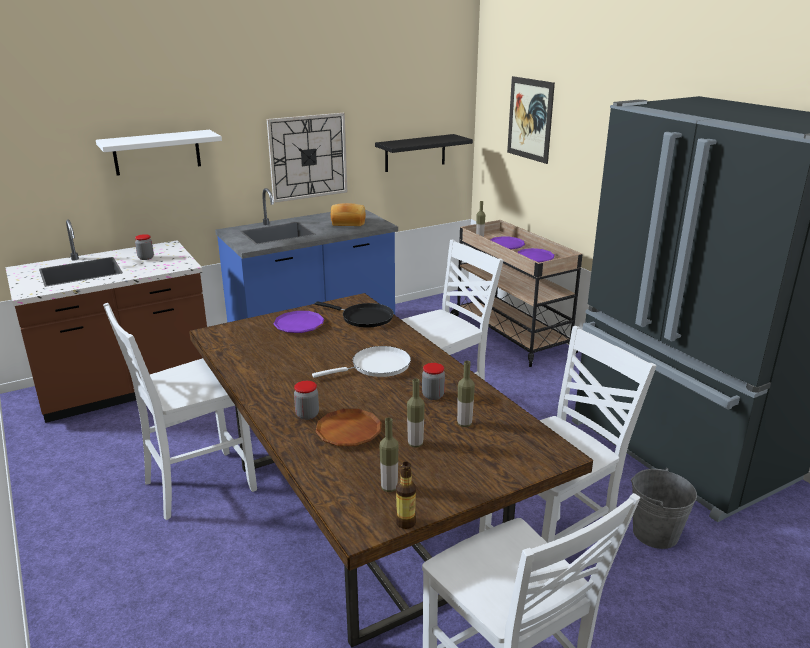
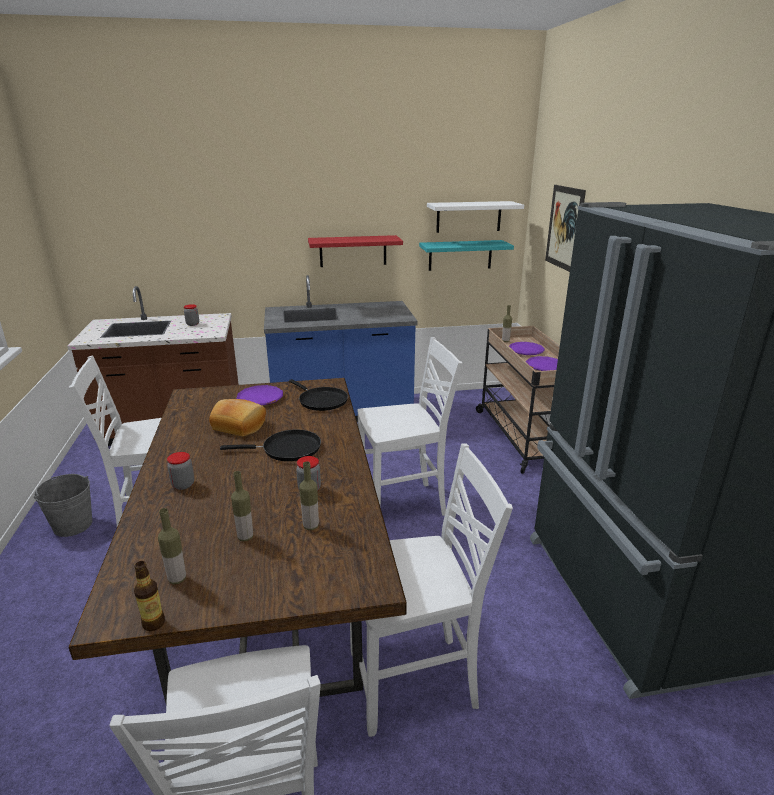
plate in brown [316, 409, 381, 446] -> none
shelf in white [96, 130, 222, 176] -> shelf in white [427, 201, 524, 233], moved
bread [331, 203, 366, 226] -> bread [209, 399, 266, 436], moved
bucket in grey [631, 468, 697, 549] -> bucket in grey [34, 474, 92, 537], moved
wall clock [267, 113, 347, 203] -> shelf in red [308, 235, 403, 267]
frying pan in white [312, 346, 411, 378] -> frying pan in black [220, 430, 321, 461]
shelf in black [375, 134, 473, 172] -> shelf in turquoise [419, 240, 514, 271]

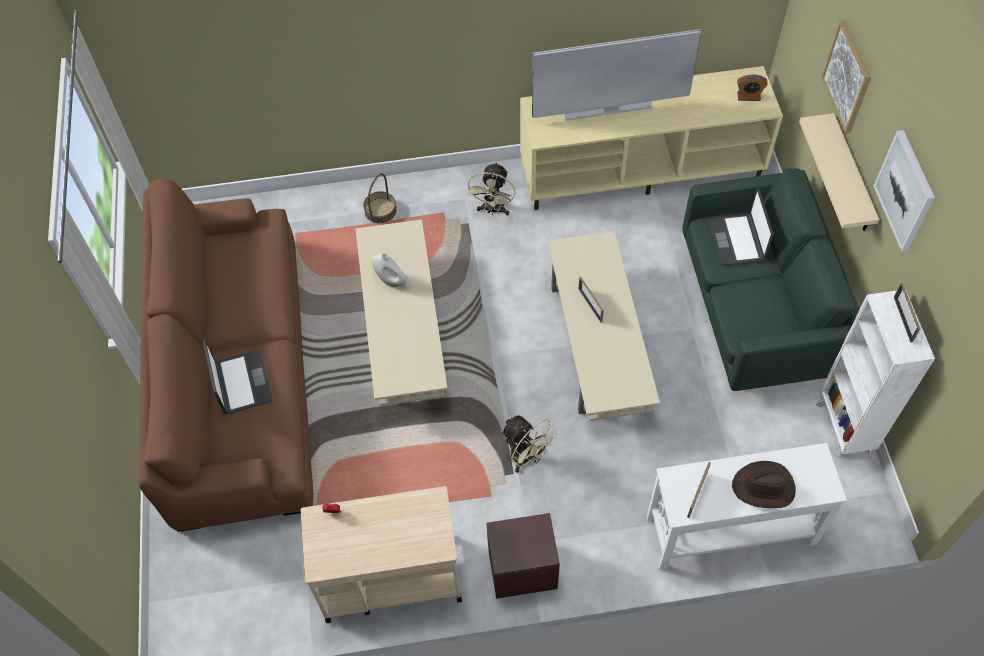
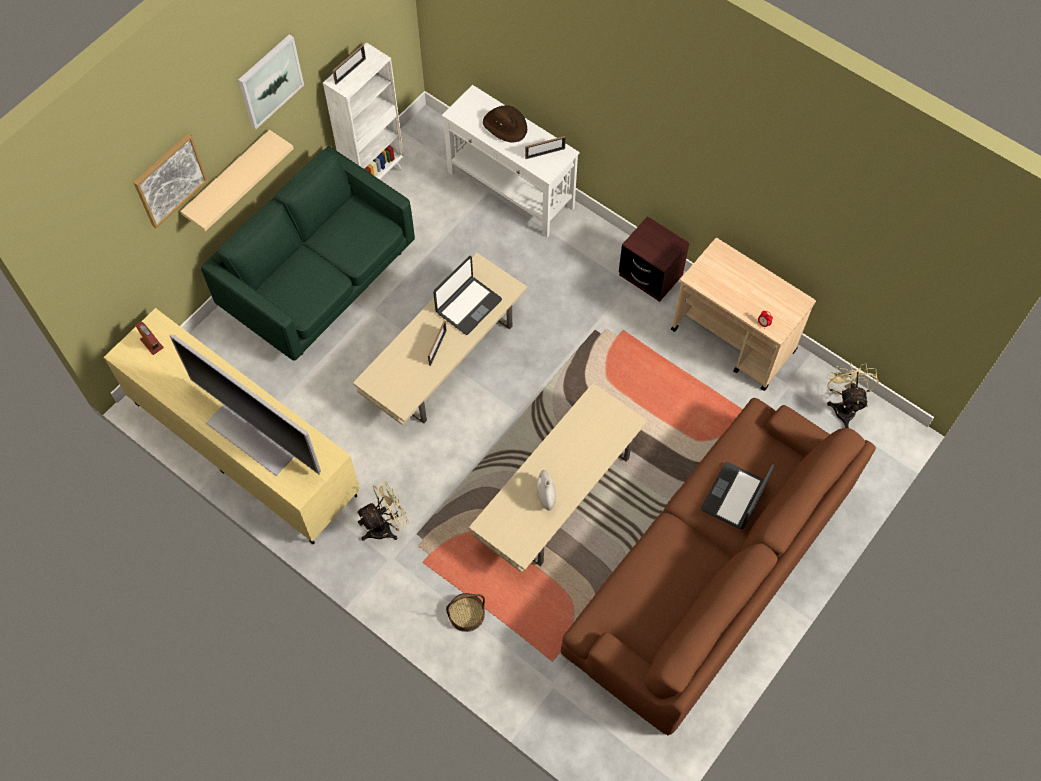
fan in beige [501, 415, 559, 473] -> fan in beige [827, 363, 879, 428], moved
laptop [709, 188, 774, 265] -> laptop [433, 256, 502, 335], moved

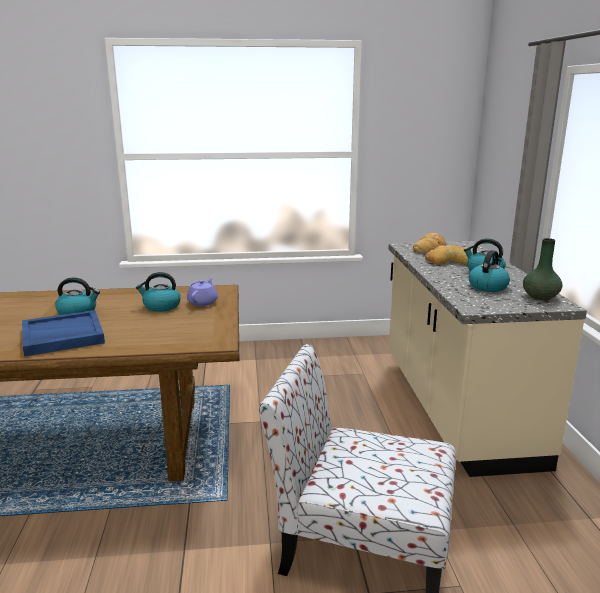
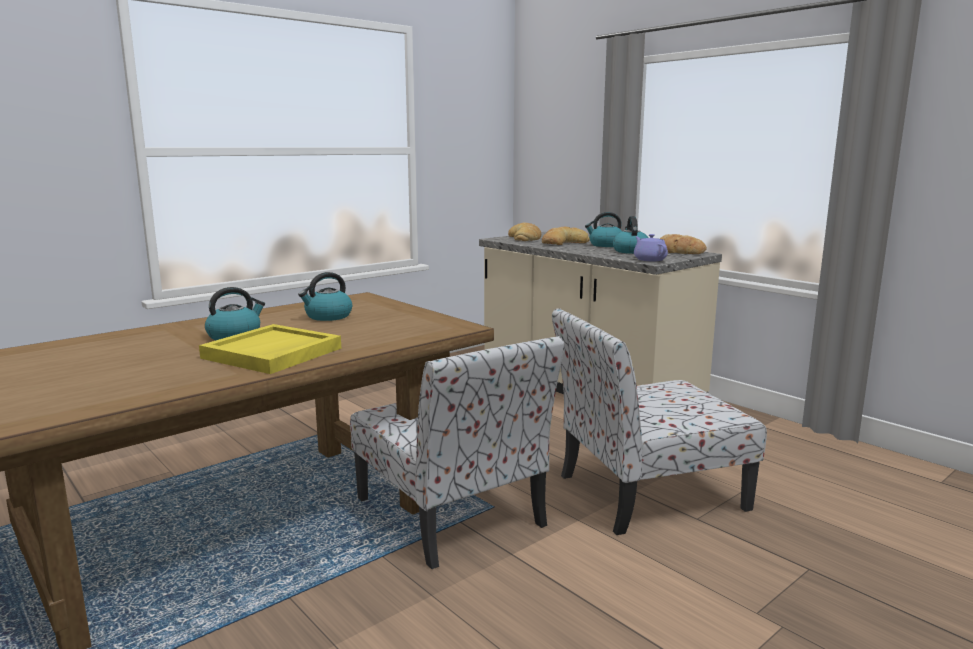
none -> chair [350, 336, 564, 569]
teapot in purple [187, 277, 218, 306] -> teapot in purple [634, 234, 668, 261], moved
vase in green [523, 238, 562, 300] -> bread [660, 234, 707, 254]
tray in blue [22, 310, 105, 357] -> tray in yellow [199, 324, 341, 374]

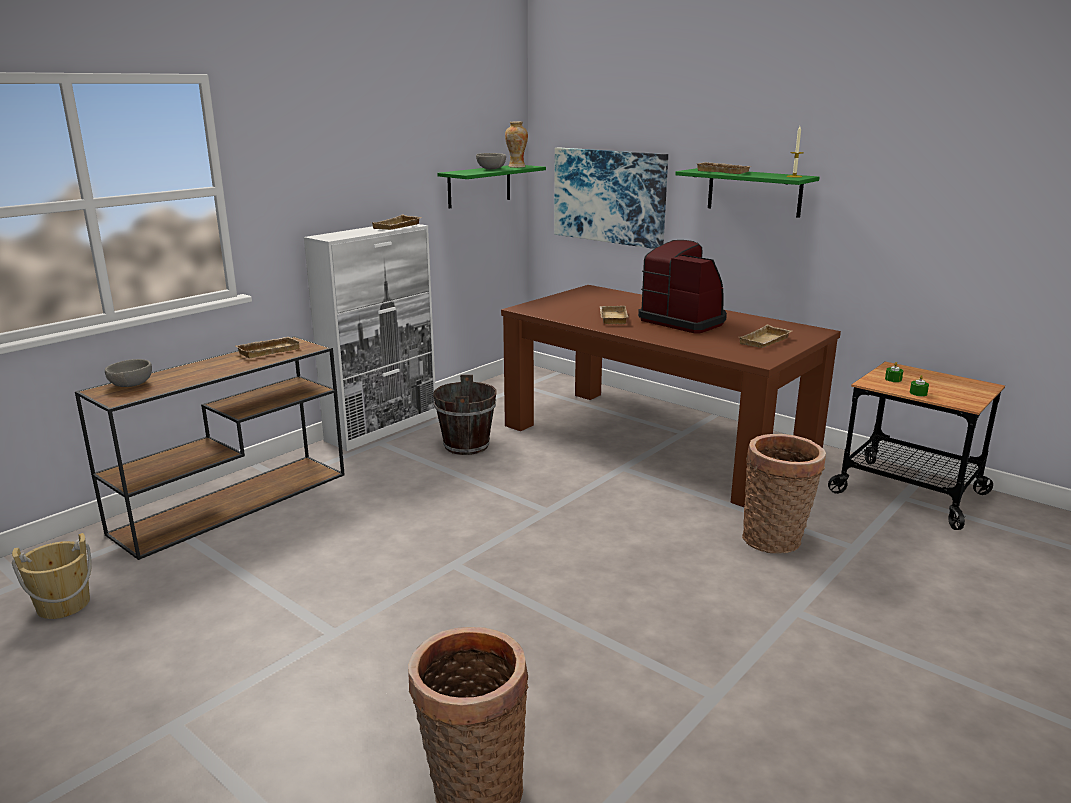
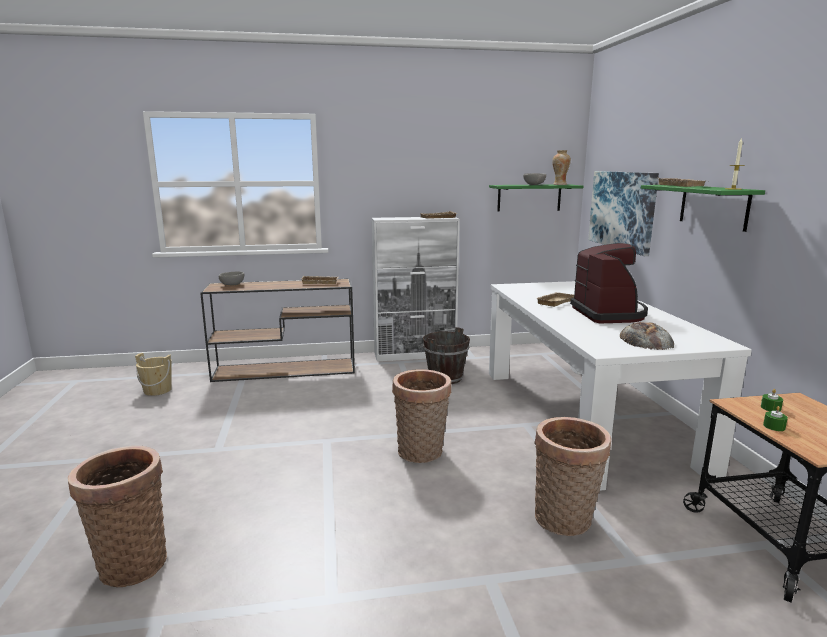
none -> basket [392, 369, 451, 463]
tray in beige [740, 325, 792, 348] -> bread [620, 322, 674, 350]
dining table in brown [501, 285, 841, 507] -> dining table in white [489, 281, 752, 491]

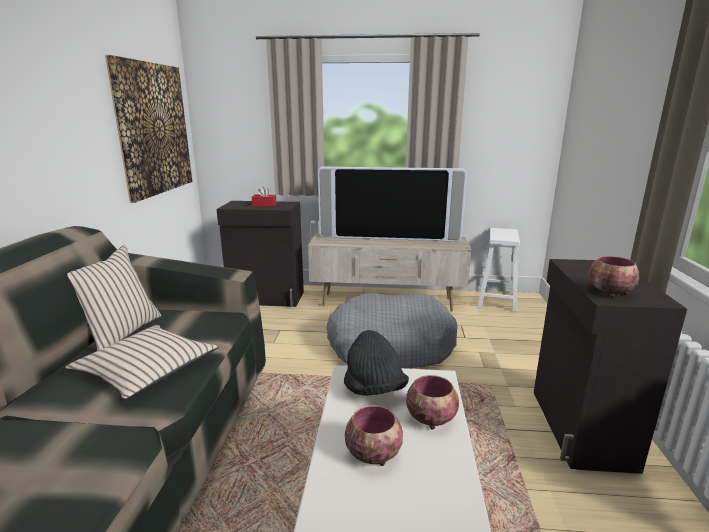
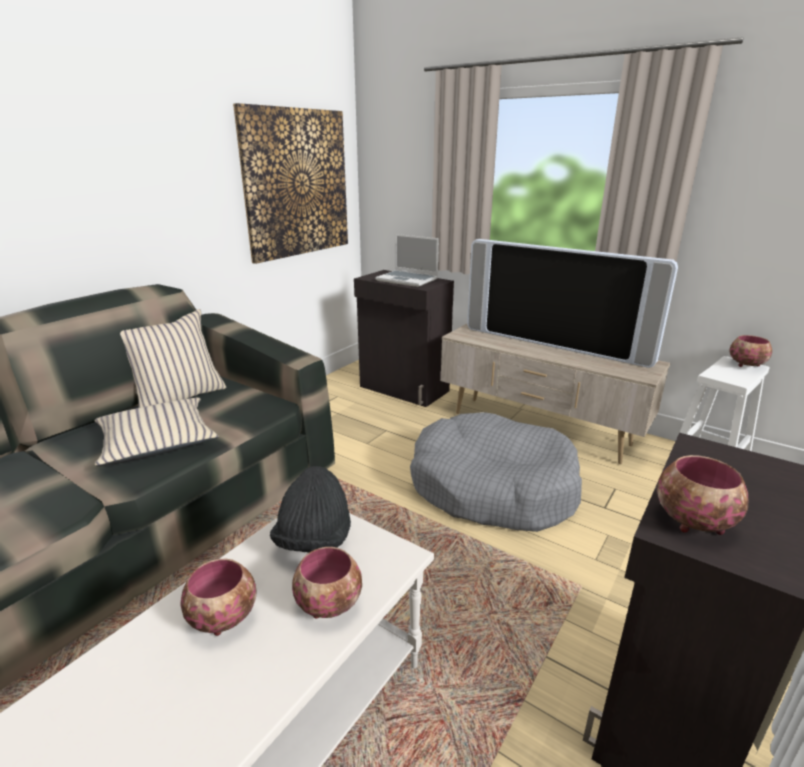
none -> bowl [729, 335, 772, 367]
tissue box in red [252, 187, 276, 206] -> laptop [375, 234, 439, 287]

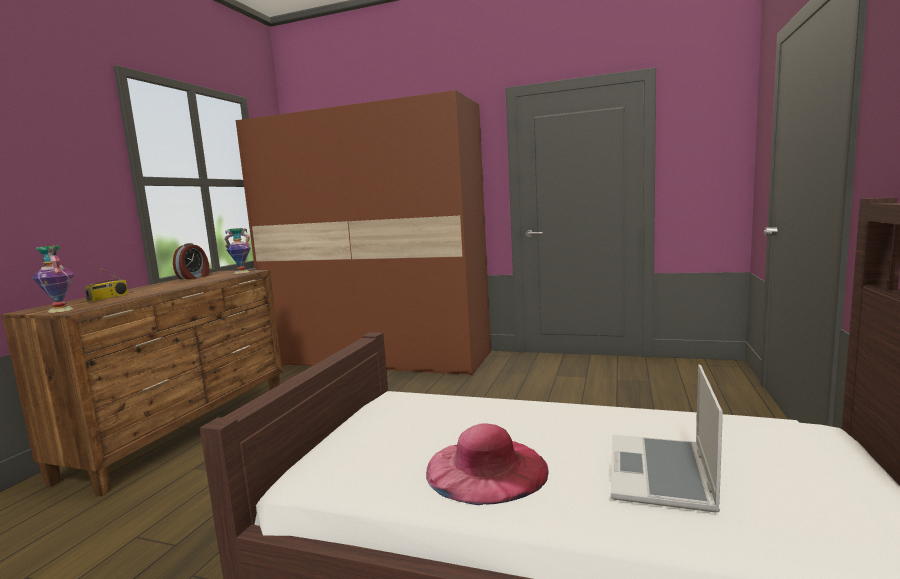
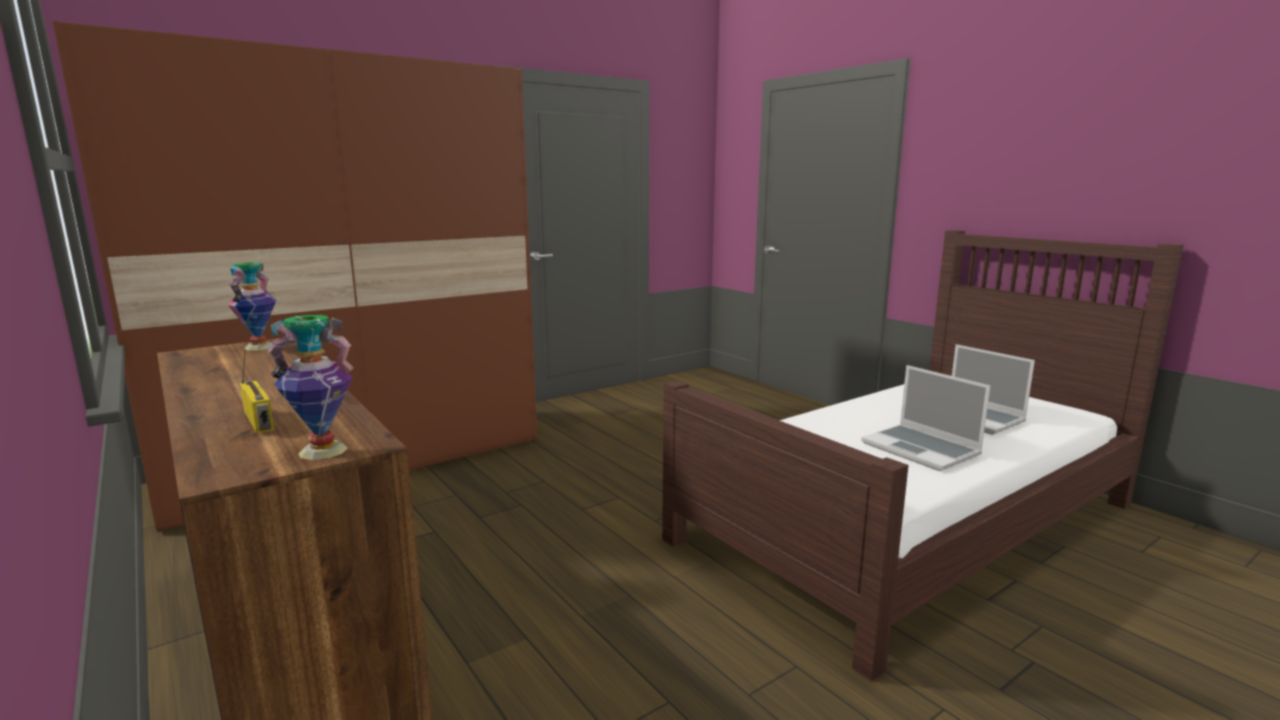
alarm clock [173, 243, 209, 279] -> none
hat in pink [426, 424, 549, 505] -> laptop [861, 365, 990, 471]

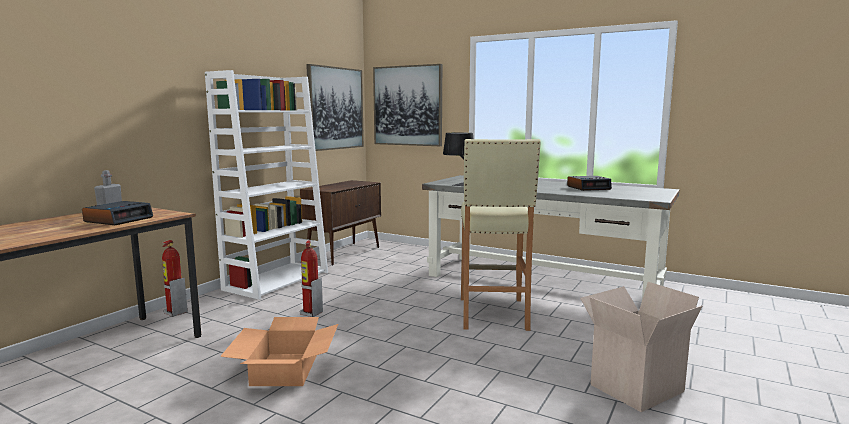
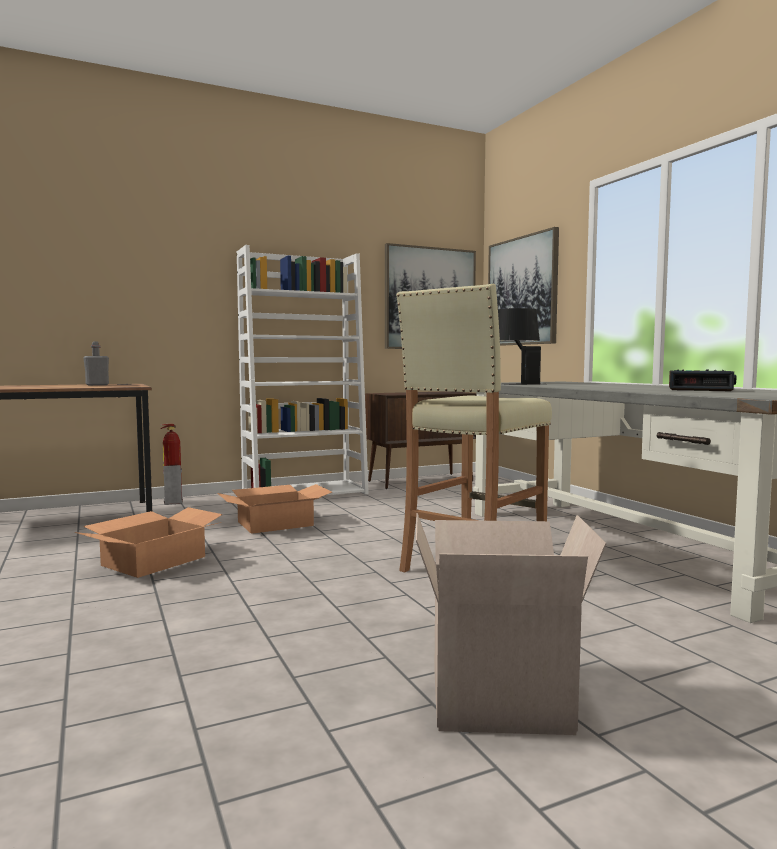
alarm clock [82, 201, 153, 225] -> none
fire extinguisher [300, 240, 323, 317] -> cardboard box [217, 484, 332, 534]

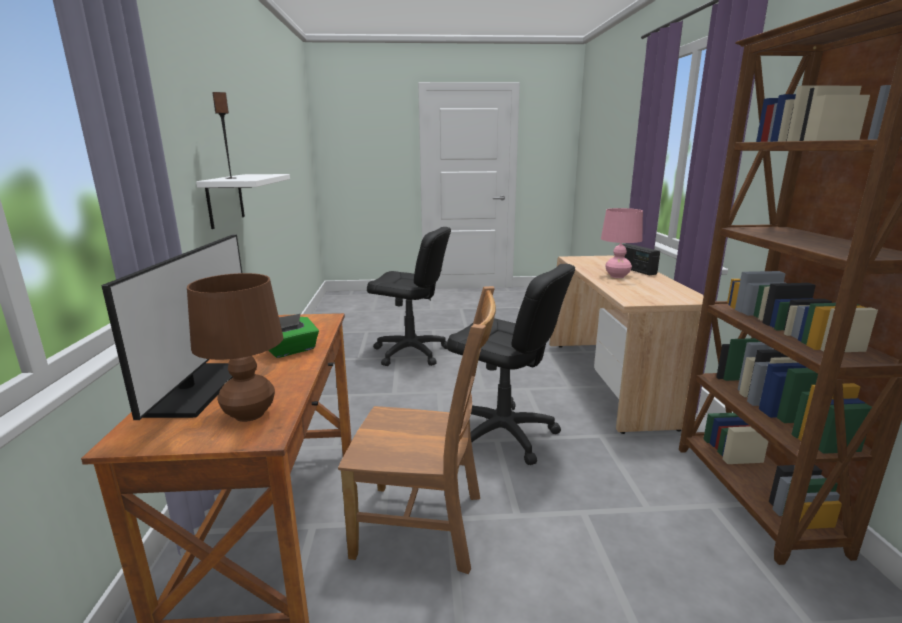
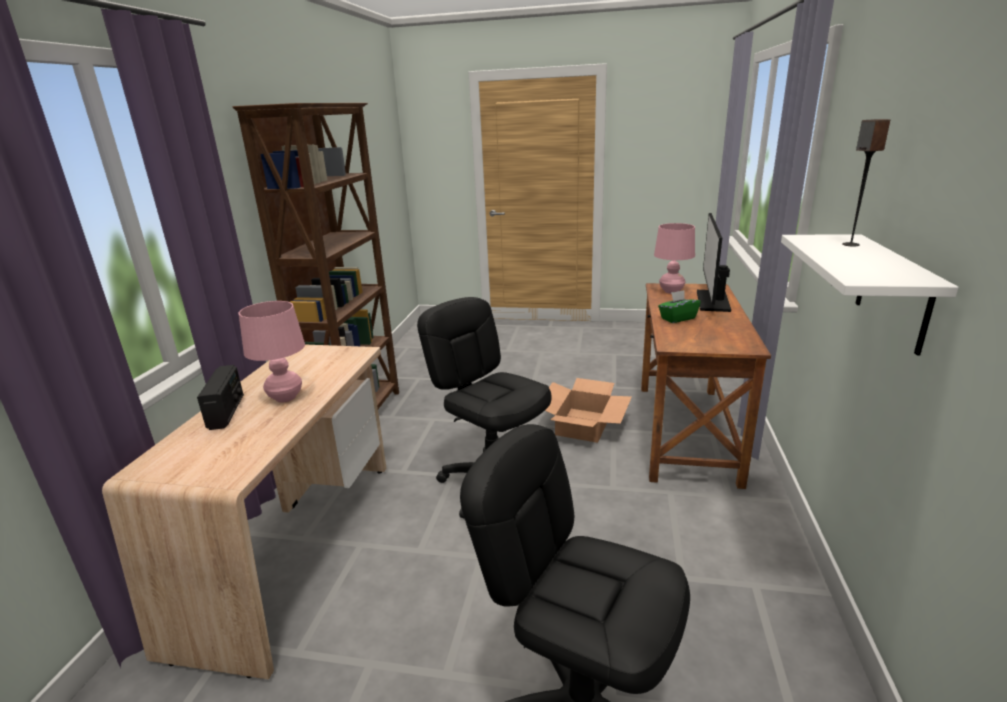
chair in brown [338, 286, 496, 574] -> cardboard box [545, 378, 632, 443]
table lamp in brown [187, 273, 283, 422] -> table lamp in pink [654, 223, 695, 294]

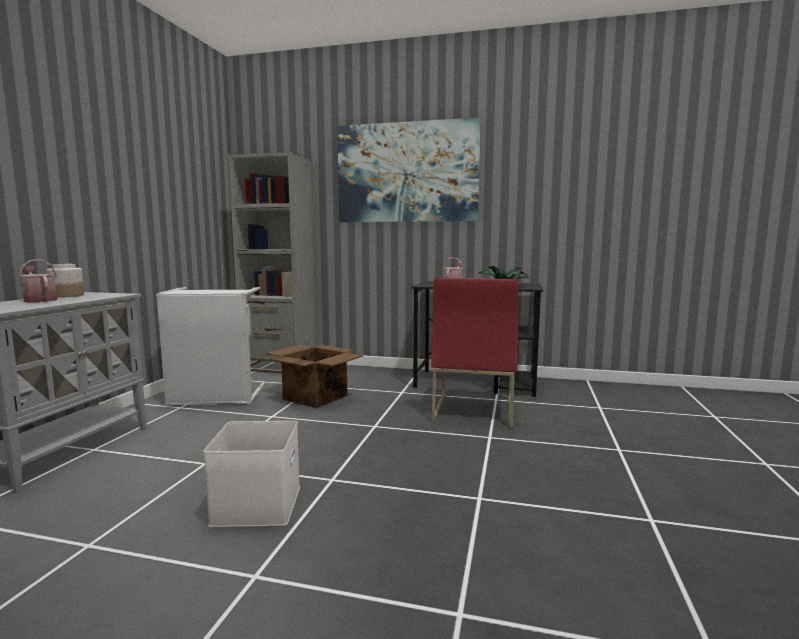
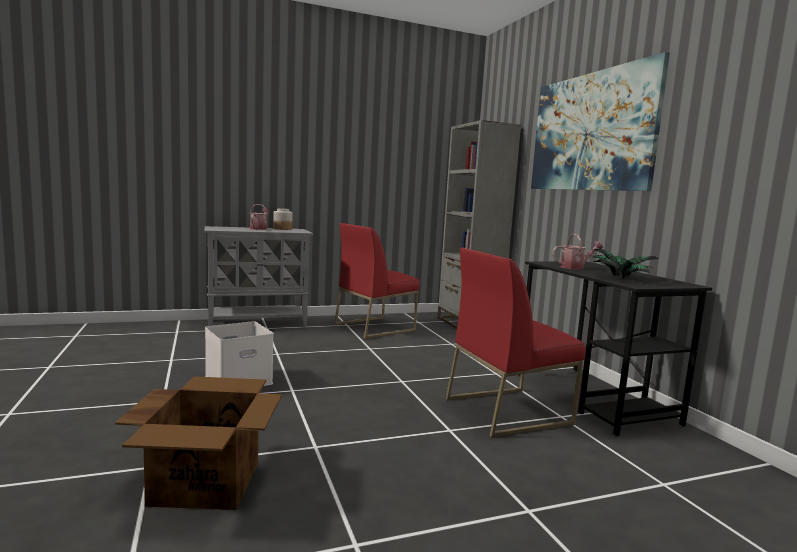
cardboard box [266, 345, 363, 408] -> cardboard box [115, 376, 282, 510], moved
laundry basket in grey [156, 287, 265, 406] -> chair in red [334, 223, 420, 339]

